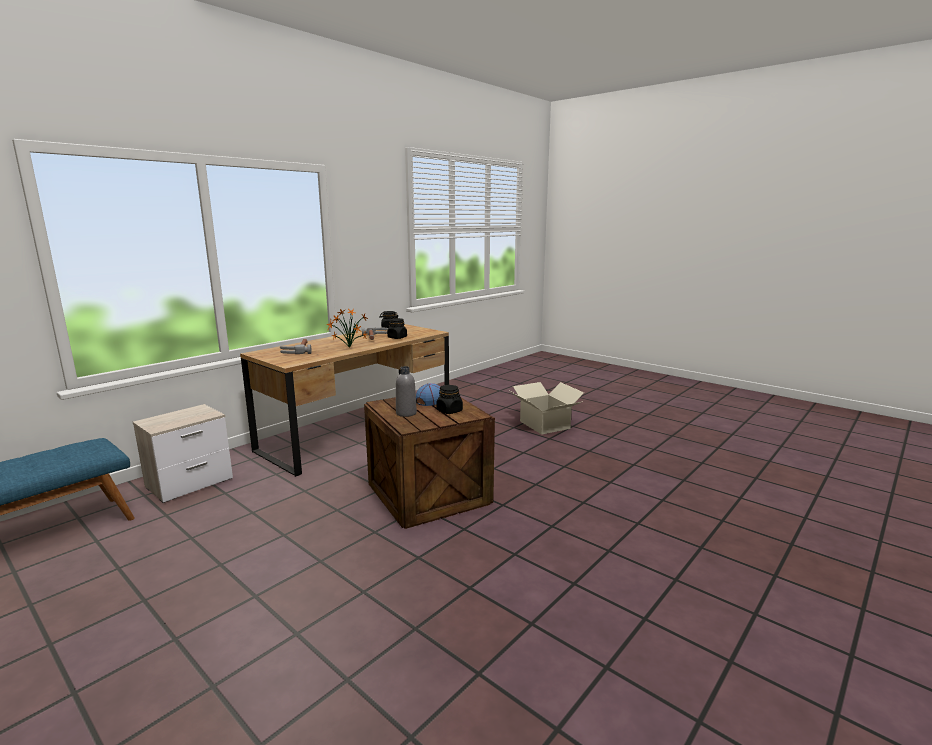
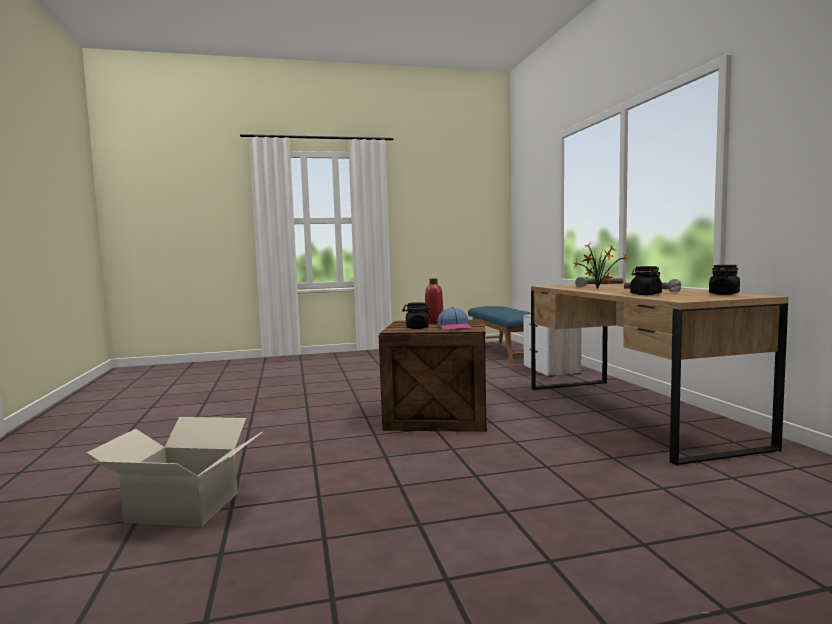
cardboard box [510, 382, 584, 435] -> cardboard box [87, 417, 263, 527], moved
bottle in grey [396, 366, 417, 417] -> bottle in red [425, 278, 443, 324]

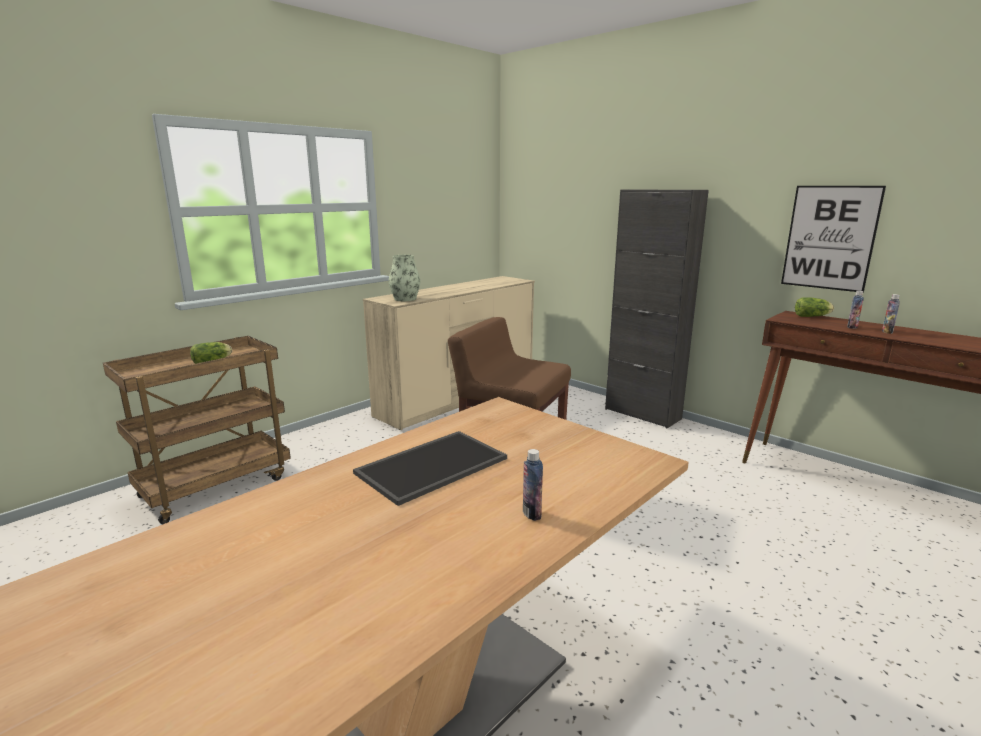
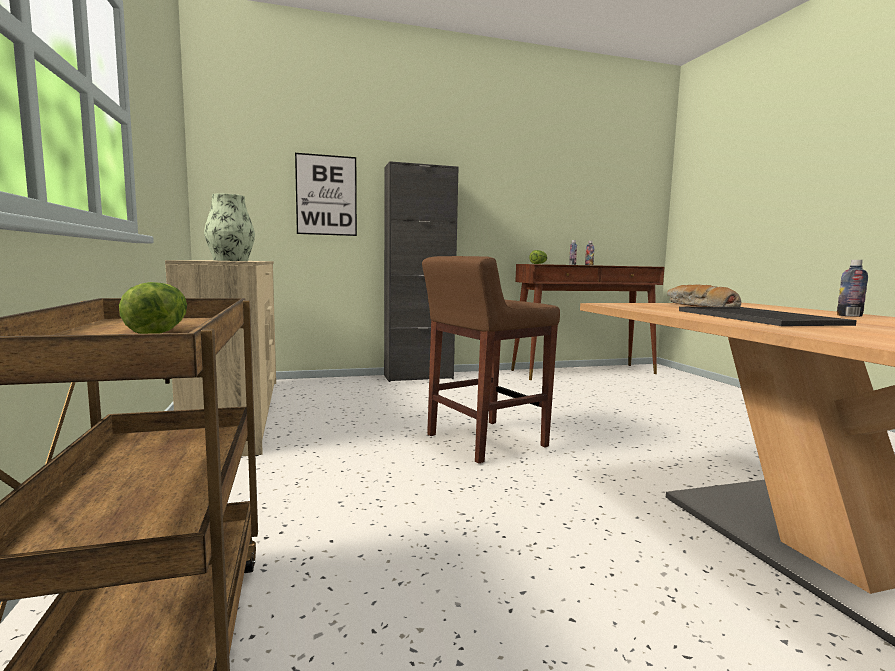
none -> bread [667, 284, 741, 307]
picture [781, 186, 886, 293] -> picture [295, 153, 357, 236], moved

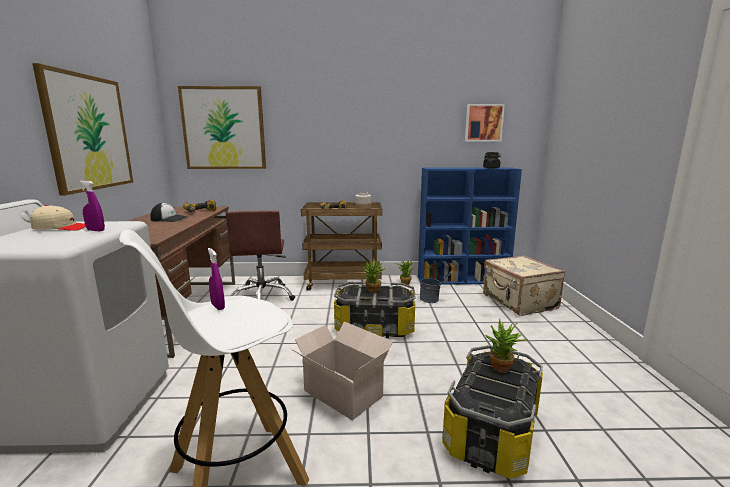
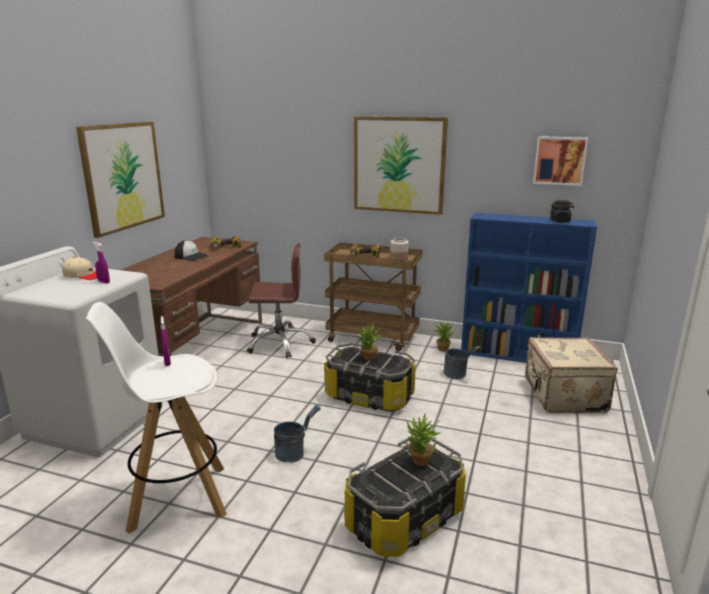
picture [178, 86, 266, 169] -> picture [354, 116, 448, 215], moved
cardboard box [291, 321, 393, 420] -> bucket in grey [274, 404, 321, 462]
office chair in brown [226, 210, 295, 301] -> office chair in brown [247, 243, 316, 358], 105 degrees counterclockwise

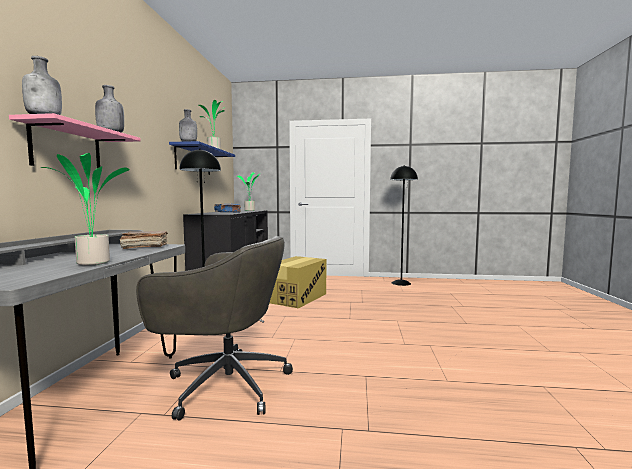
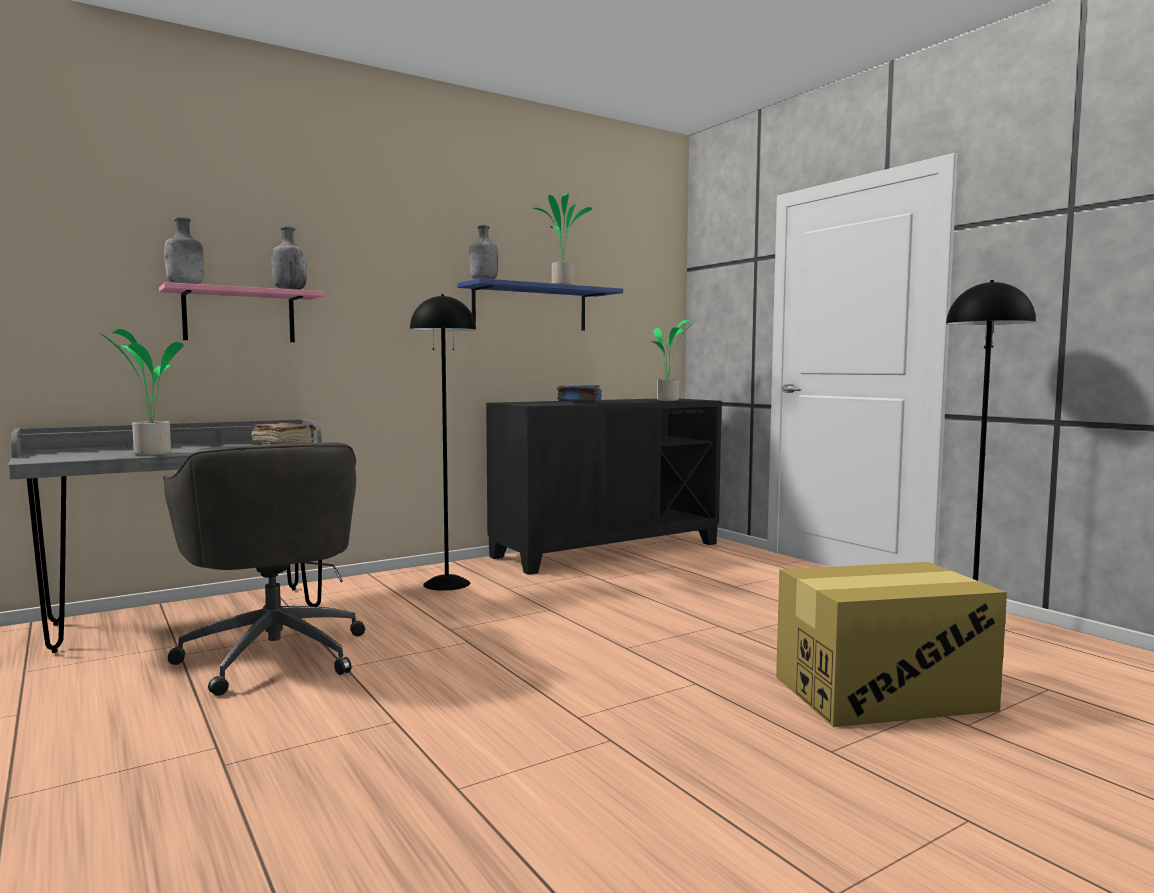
cardboard box [270, 256, 326, 308] -> cardboard box [776, 562, 1007, 727], moved

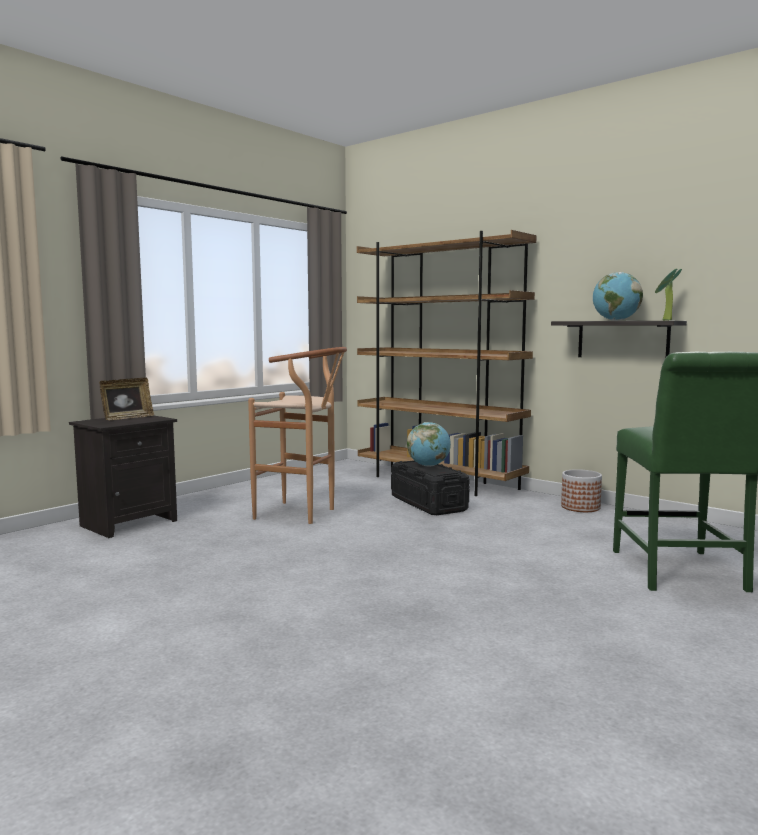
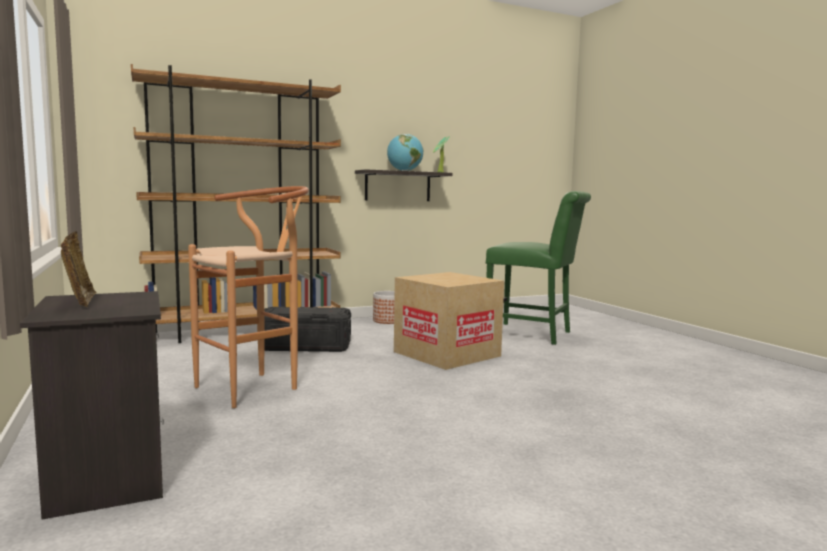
globe [407, 422, 451, 466] -> none
none -> cardboard box [394, 272, 504, 370]

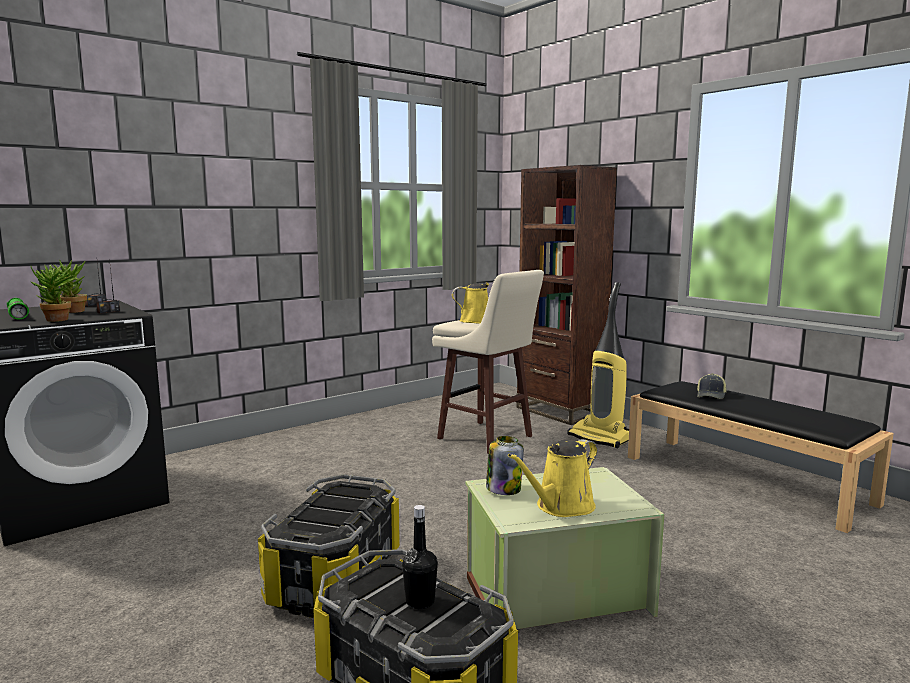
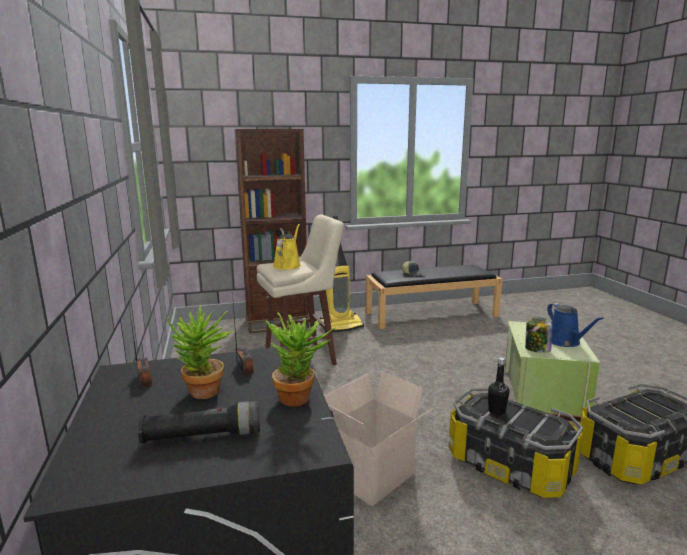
none -> cardboard box [324, 371, 433, 506]
bottle in black [402, 505, 438, 609] -> bottle in black [488, 357, 509, 416], moved
flashlight in green [7, 298, 29, 319] -> flashlight in black [138, 401, 260, 443]
watering can in yellow [508, 439, 597, 517] -> watering can in blue [547, 303, 604, 347]

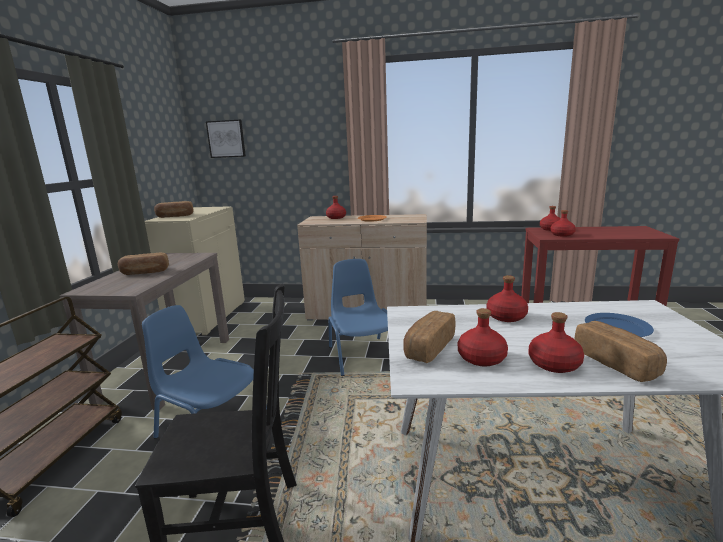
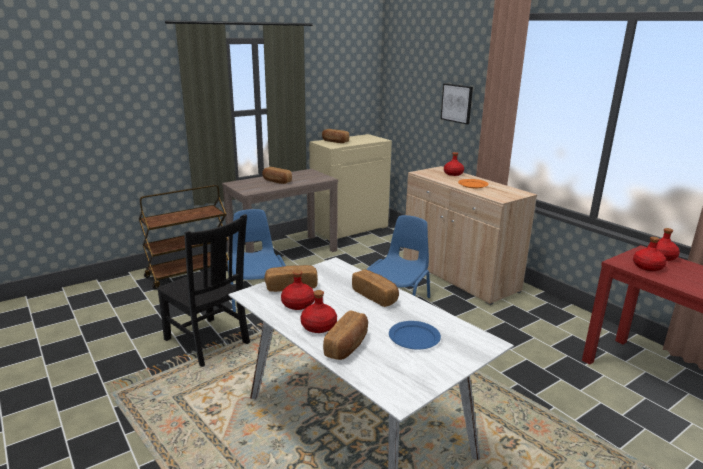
picture [206, 120, 246, 158] -> picture [441, 83, 473, 124], moved
bottle in red [487, 275, 528, 322] -> bread [352, 269, 399, 307]

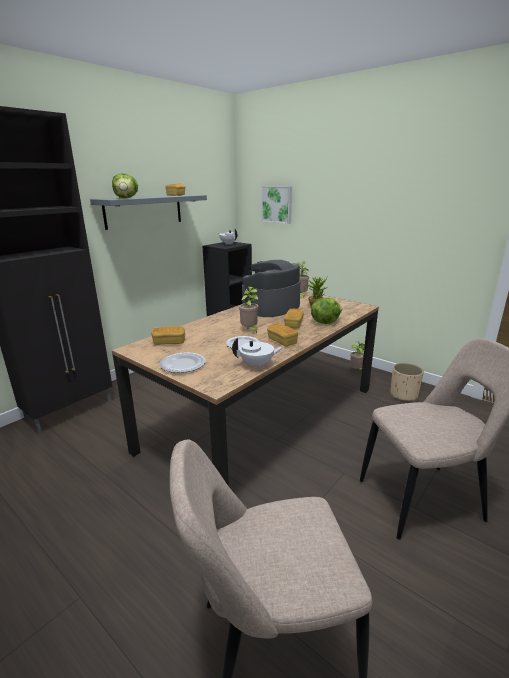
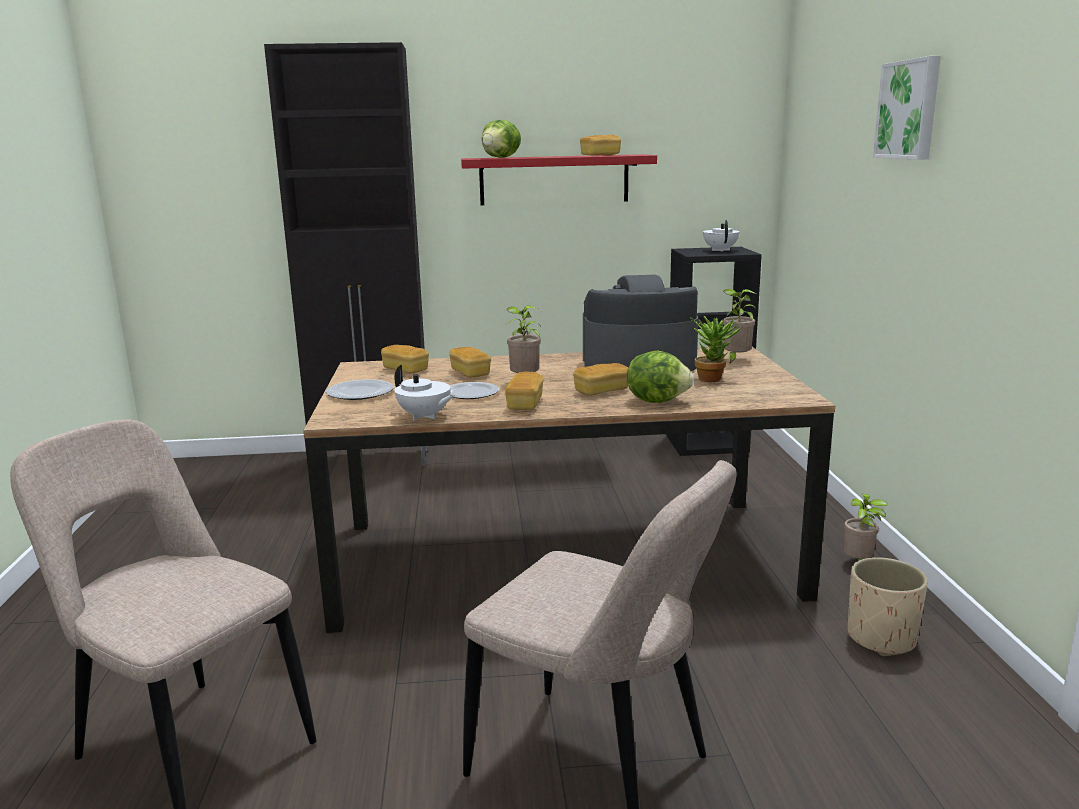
none -> bread [449, 347, 491, 377]
picture [261, 186, 292, 224] -> picture [873, 56, 941, 160], moved
shelf in grey [90, 195, 207, 230] -> shelf in red [461, 154, 657, 205]

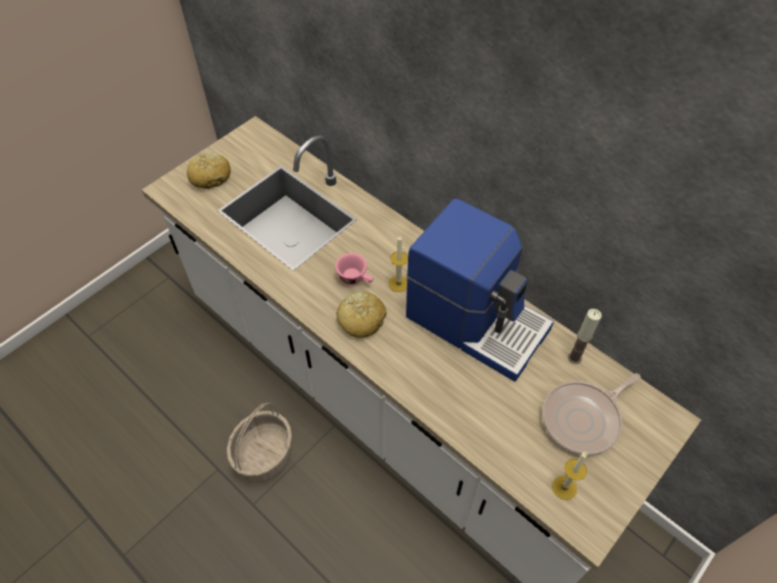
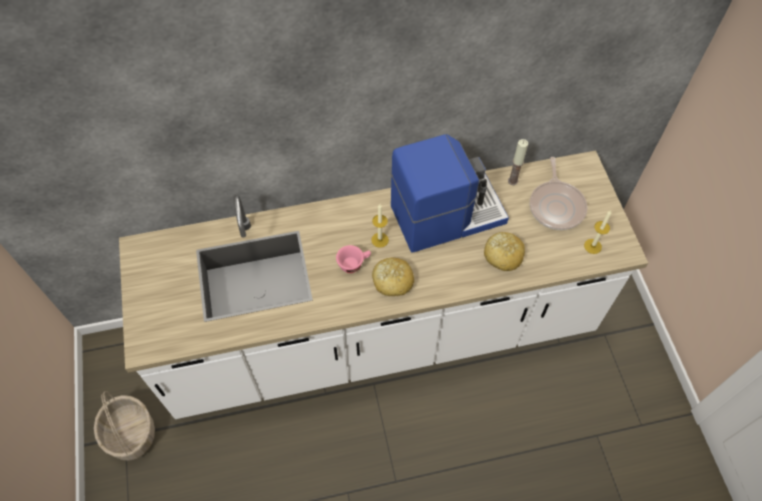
bread [187, 153, 231, 189] -> bread [484, 232, 525, 271], moved
basket [227, 403, 292, 482] -> basket [94, 391, 155, 461], moved

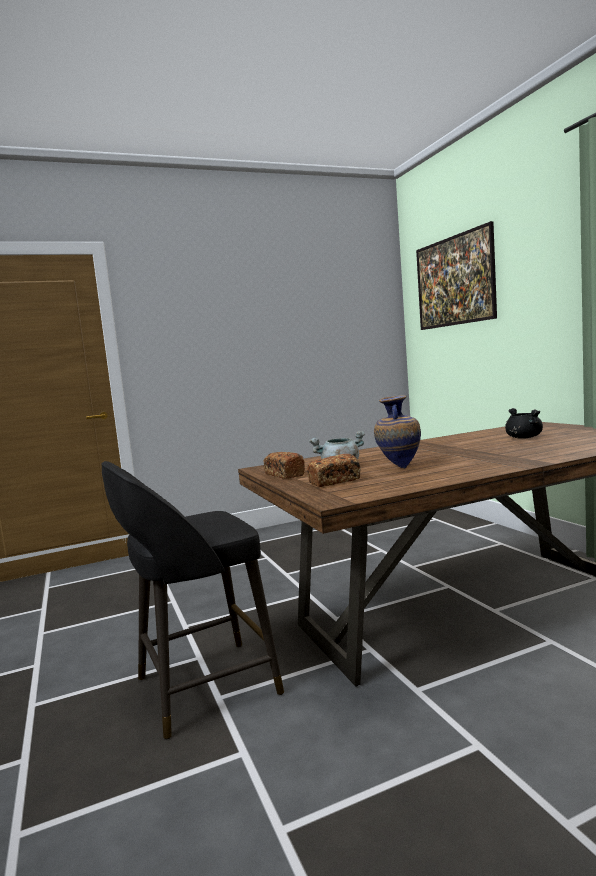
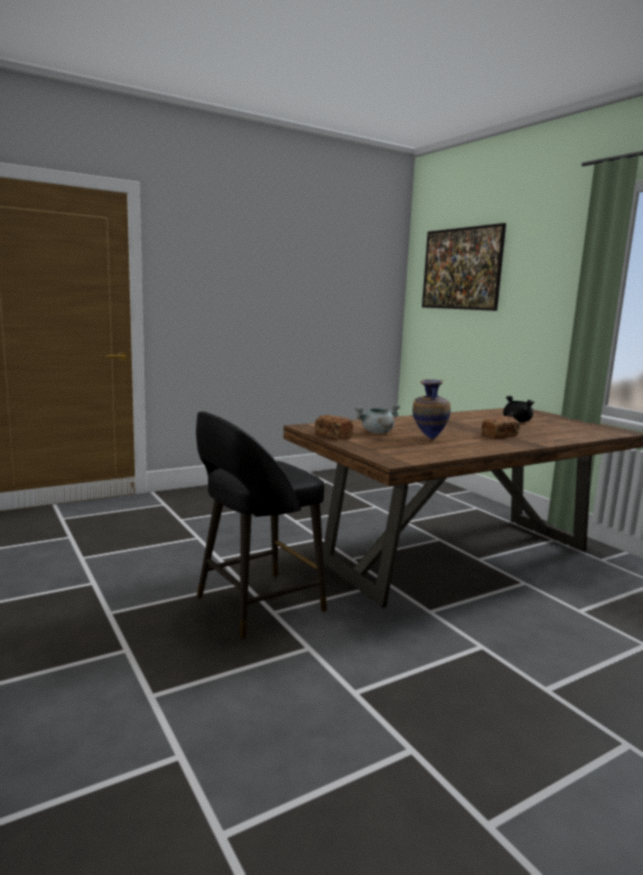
bread [307, 454, 361, 487] -> bread [481, 416, 520, 439], moved

